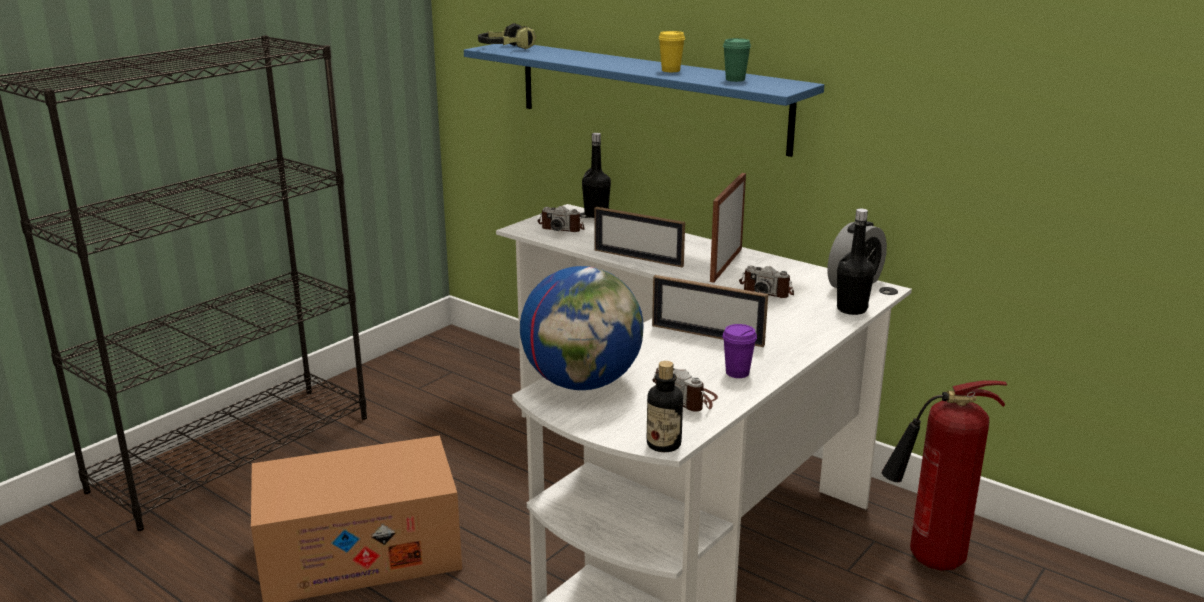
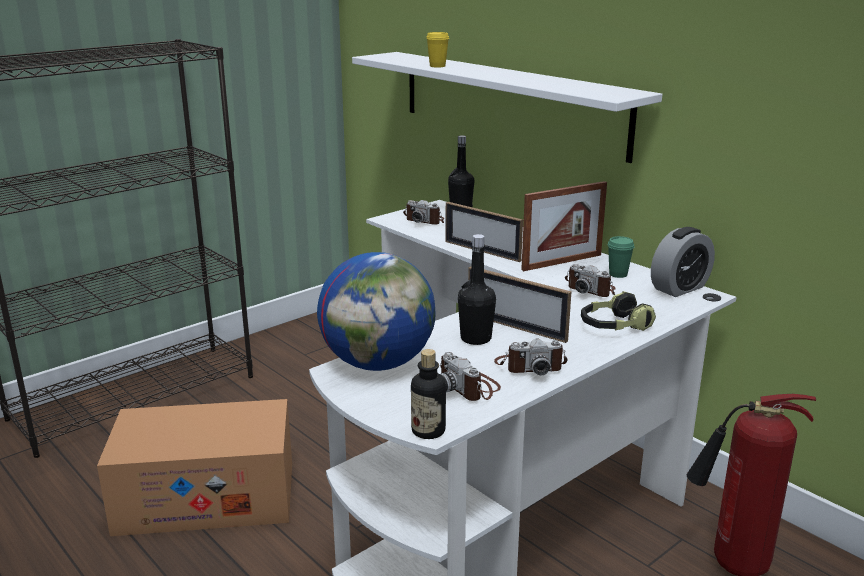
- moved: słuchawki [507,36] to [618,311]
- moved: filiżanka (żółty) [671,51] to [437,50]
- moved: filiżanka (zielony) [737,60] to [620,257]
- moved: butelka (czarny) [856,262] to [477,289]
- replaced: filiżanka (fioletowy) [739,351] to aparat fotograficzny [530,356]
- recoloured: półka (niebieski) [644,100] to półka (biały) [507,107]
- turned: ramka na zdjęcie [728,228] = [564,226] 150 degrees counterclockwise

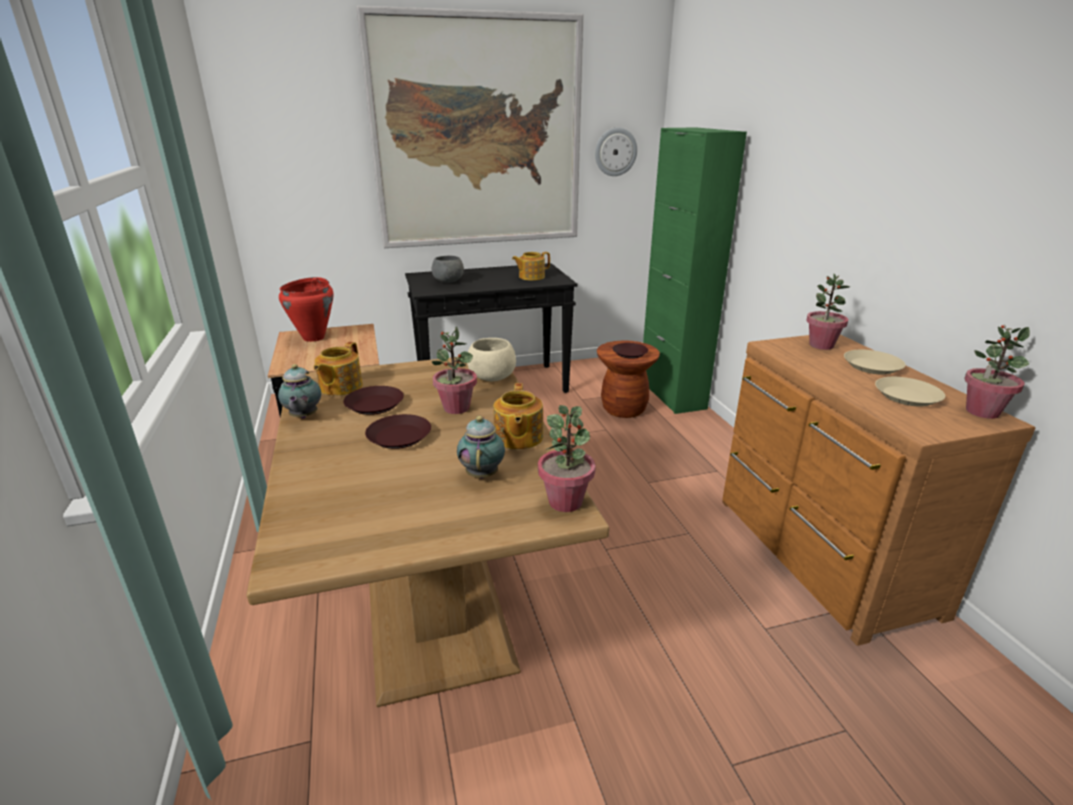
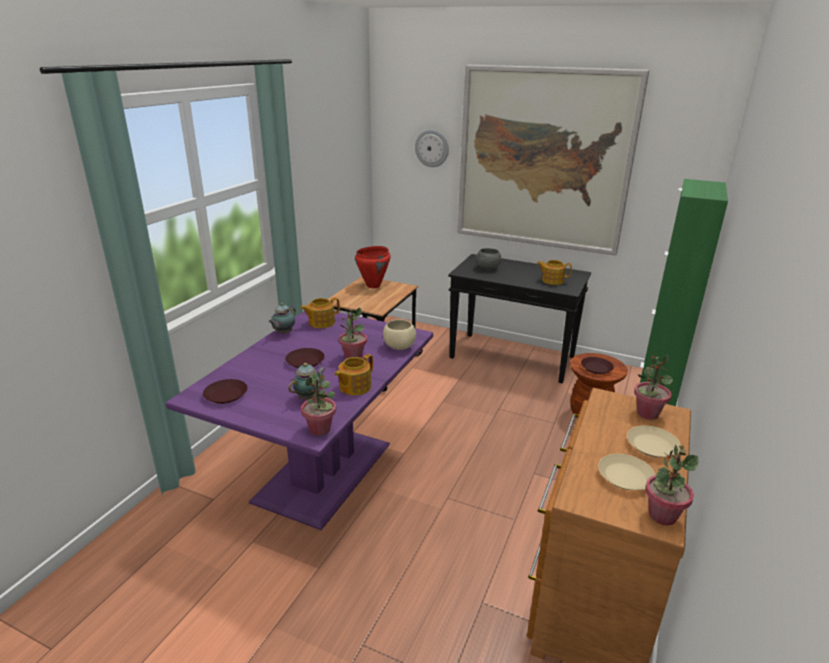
- moved: talerz (brązowy) [373,400] to [225,391]
- moved: zegar ścienny [616,152] to [432,148]
- recoloured: stół jadalny (brązowy) [427,532] to stół jadalny (fioletowy) [299,420]

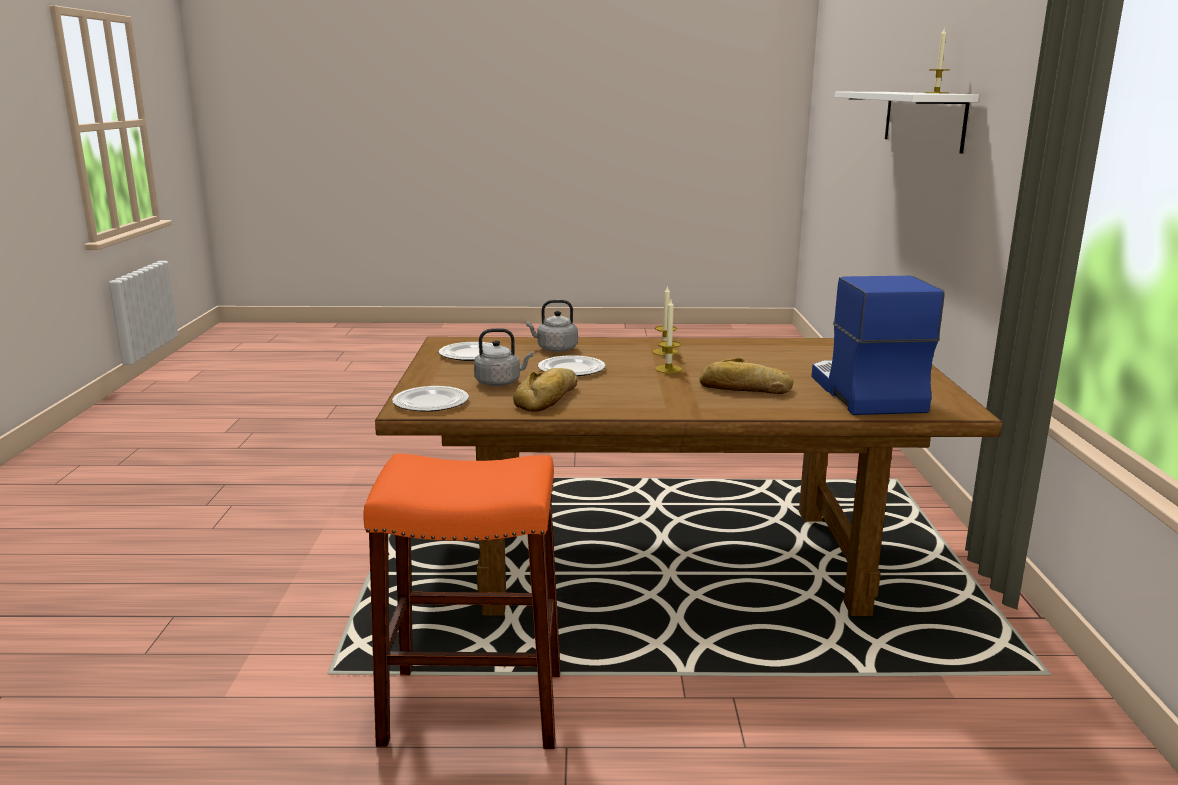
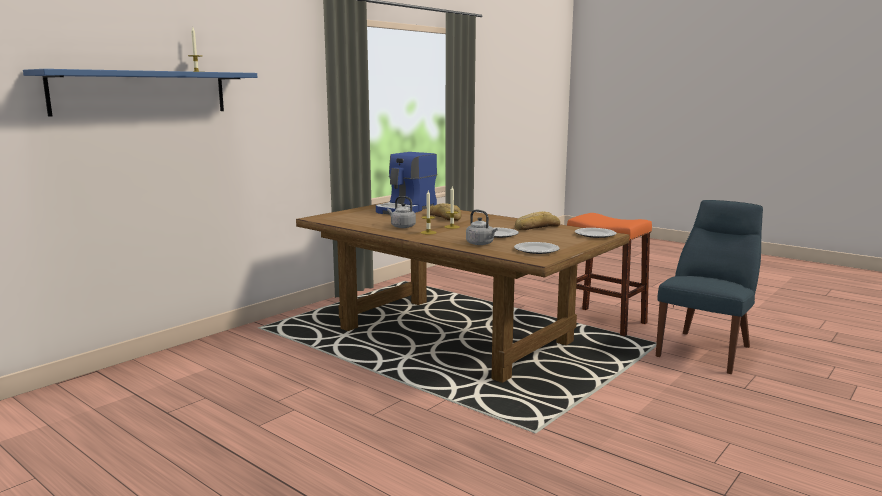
- added: krzesło (niebieski) [709,287]
- moved: czajnik (szary) [503,357] to [401,212]
- recoloured: półka (biały) [907,123] to półka (niebieski) [140,93]

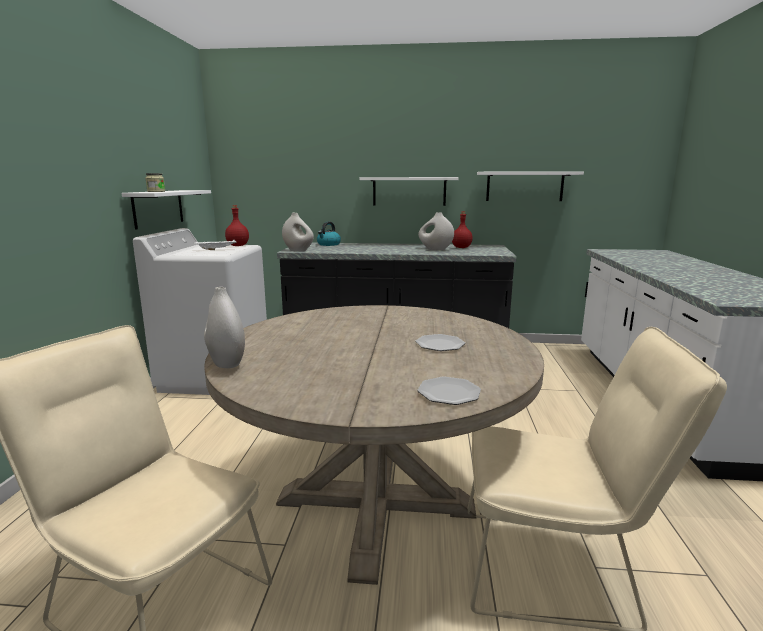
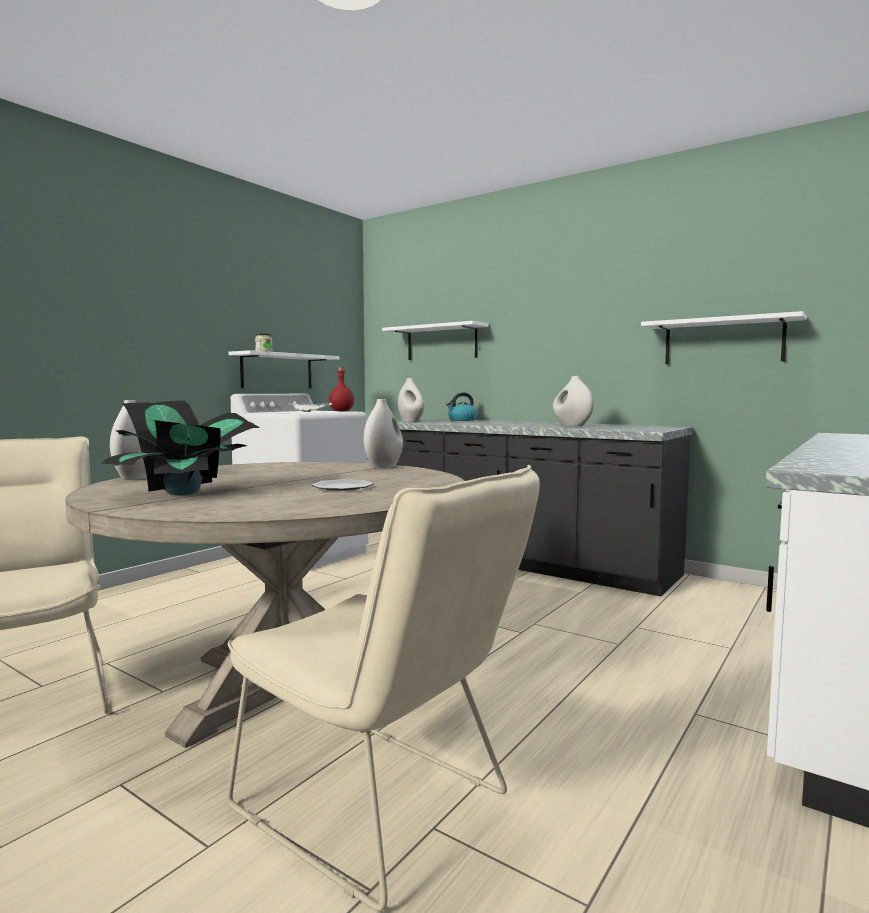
- removed: talerz [449,391]
- removed: butelka (czerwony) [462,229]
- added: roślina doniczkowa [180,447]
- added: wazon (biały) [383,434]
- moved: półka (biały) [409,191] to [435,340]

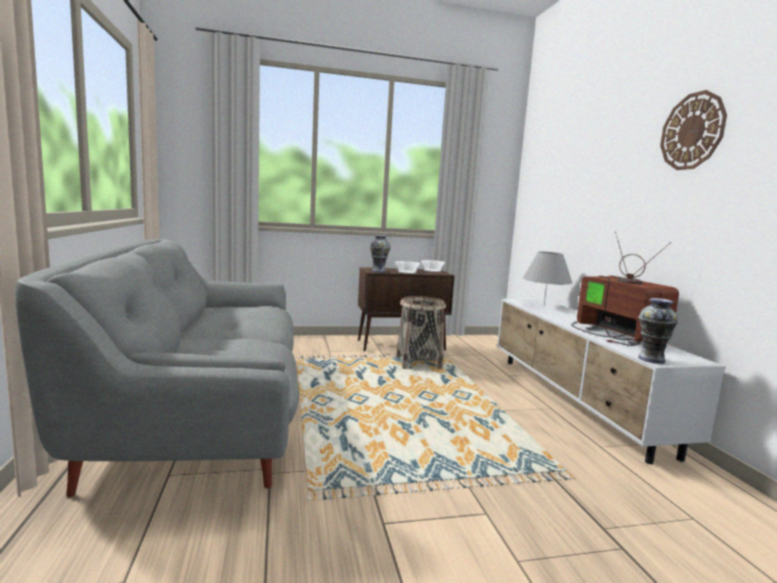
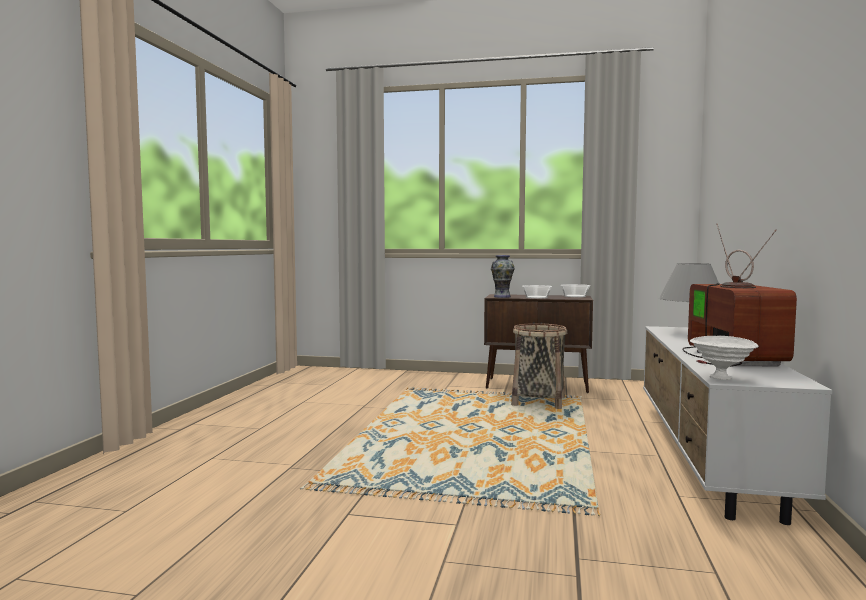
- removed: kanapa (szary) [157,368]
- removed: zegar ścienny [693,130]
- replaced: wazon [658,331] to miska (biały) [724,358]

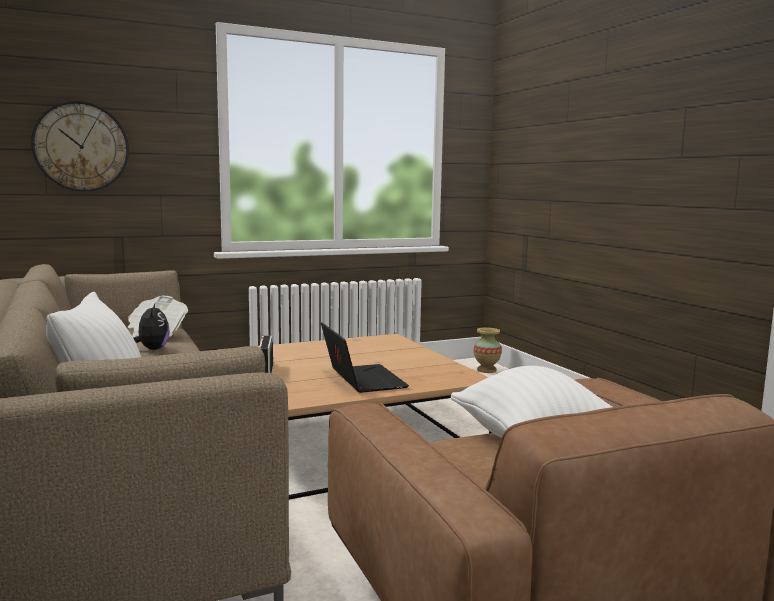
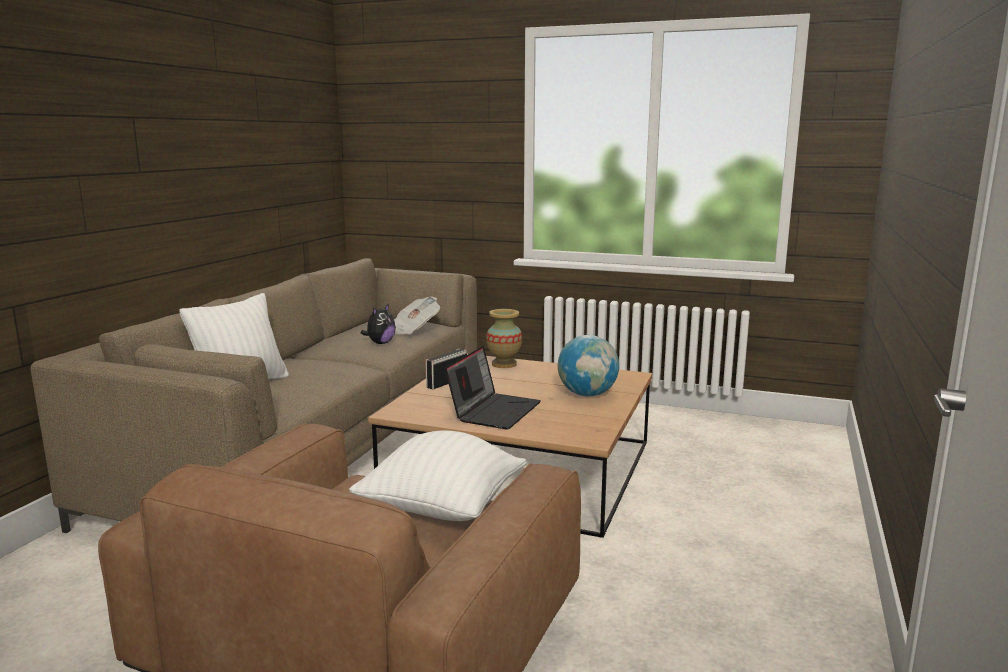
- removed: zegar ścienny [80,146]
- added: globus [588,366]
- moved: wazon [488,350] to [504,338]

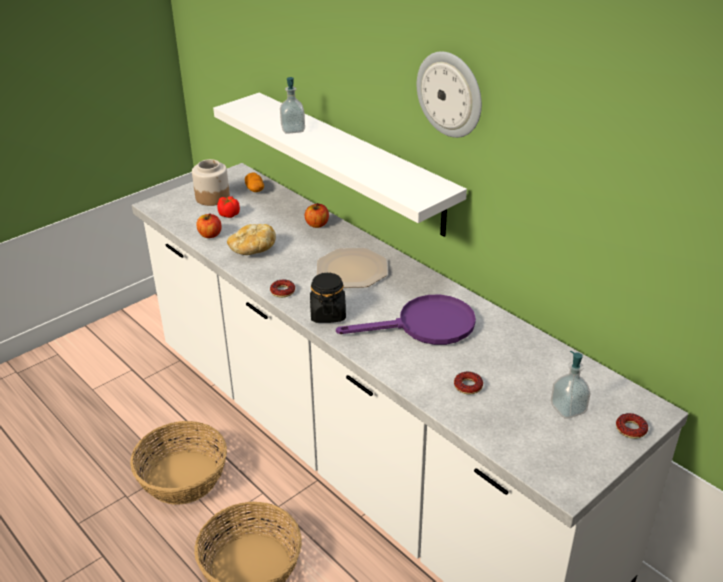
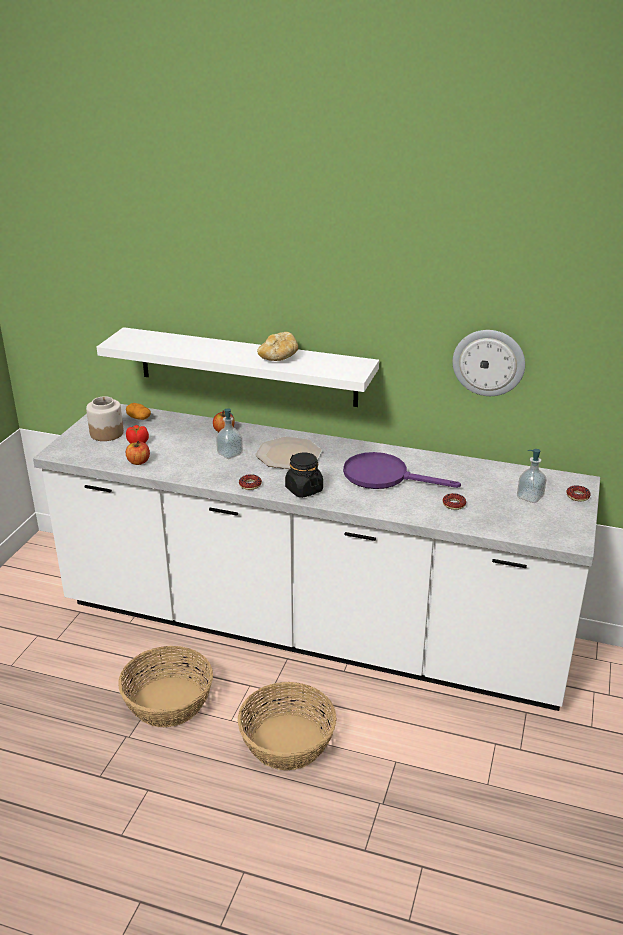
- moved: chleb [251,239] to [277,346]
- moved: dozownik mydła [292,105] to [229,433]
- moved: zegar ścienny [449,94] to [488,363]
- turned: patelnia (fioletowy) [406,320] = [402,470] 120 degrees counterclockwise

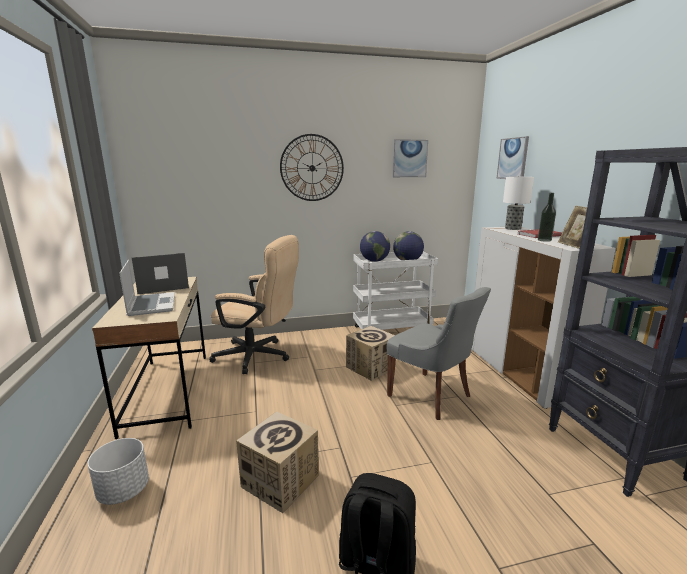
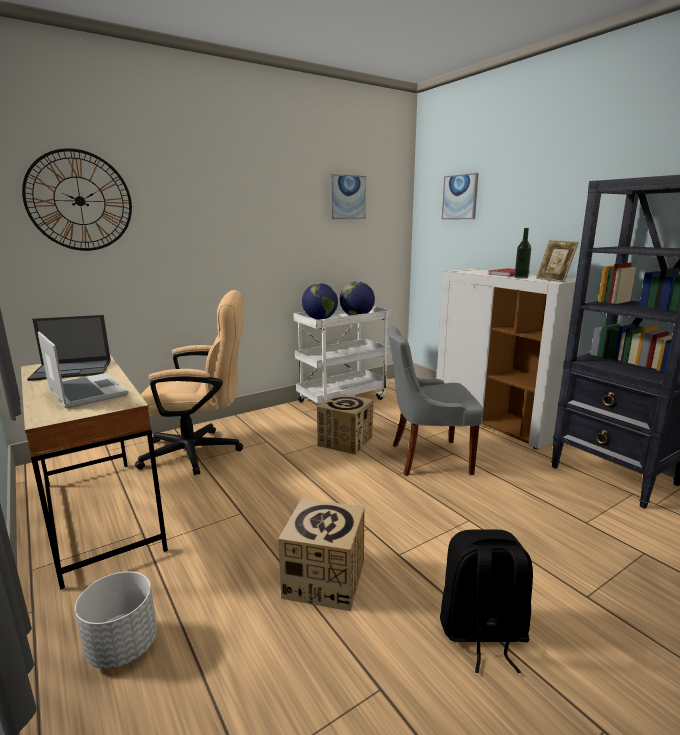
- removed: lampa stołowa [518,203]
- moved: zegar ścienny [312,167] to [77,199]
- turned: laptop [160,273] = [69,348] 150 degrees counterclockwise
- turned: krzesło (szary) [438,353] = [435,401] 150 degrees clockwise

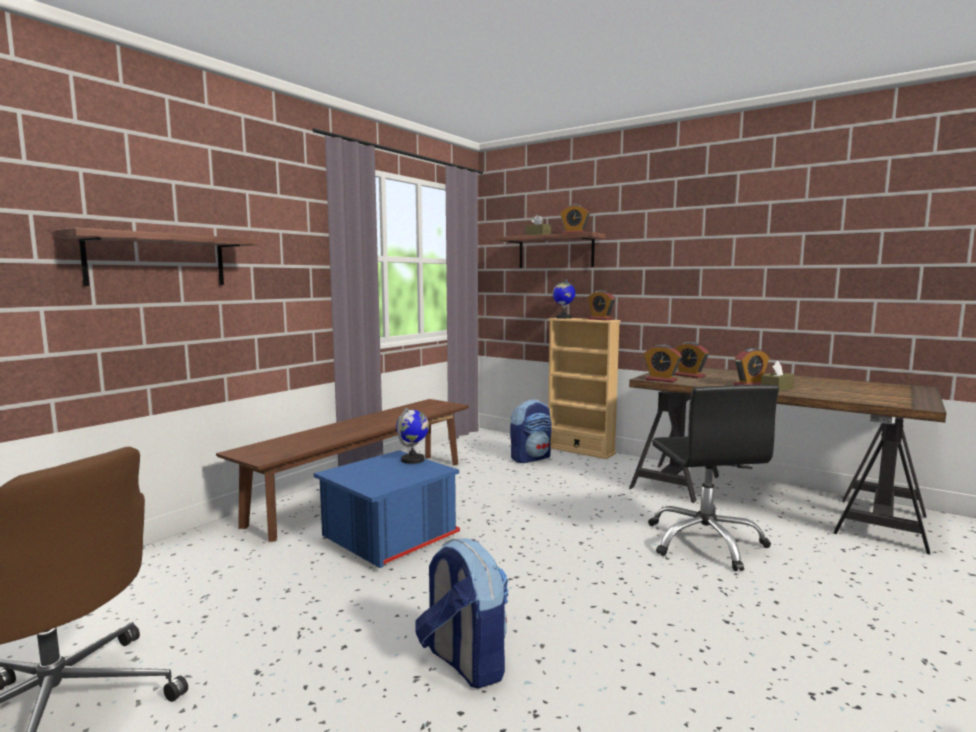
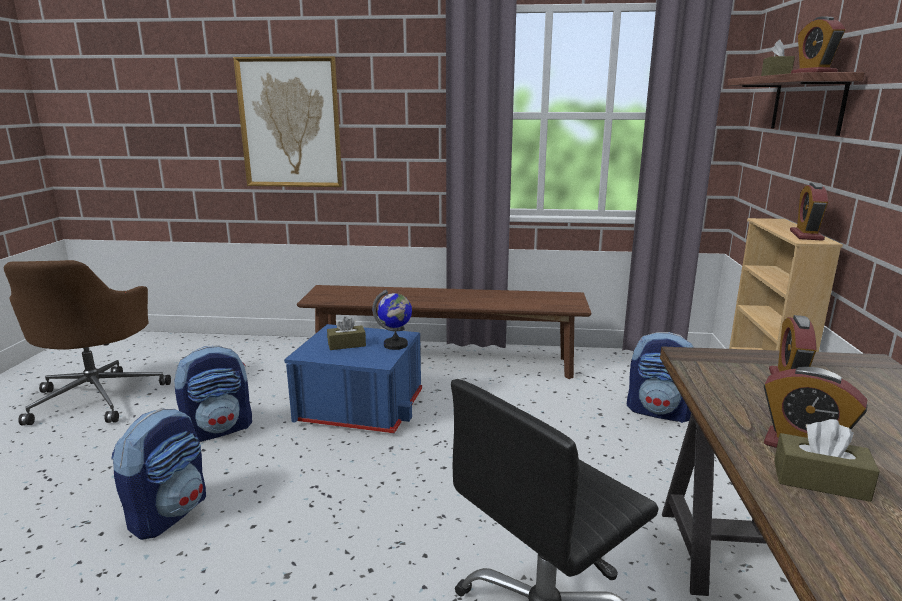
- removed: globus [564,299]
- removed: budzik [662,364]
- added: plecak [213,393]
- added: pudełko chusteczek (brązowy) [346,333]
- replaced: półka [157,257] to obraz [287,121]

